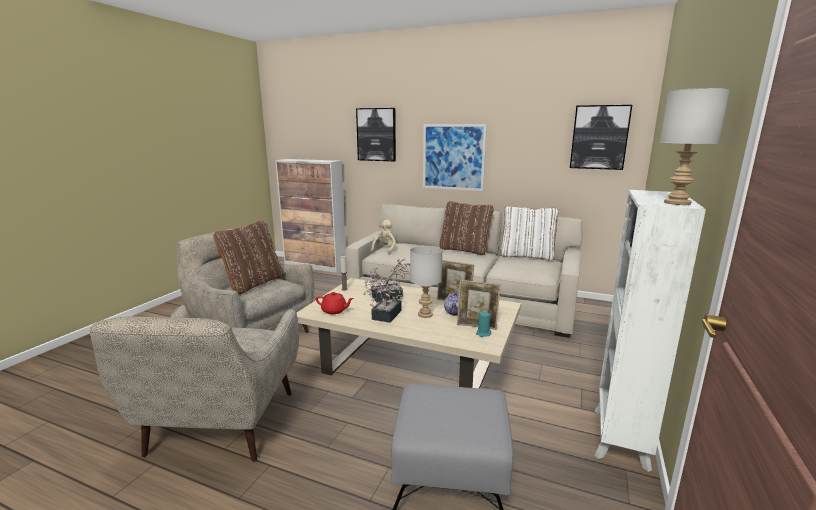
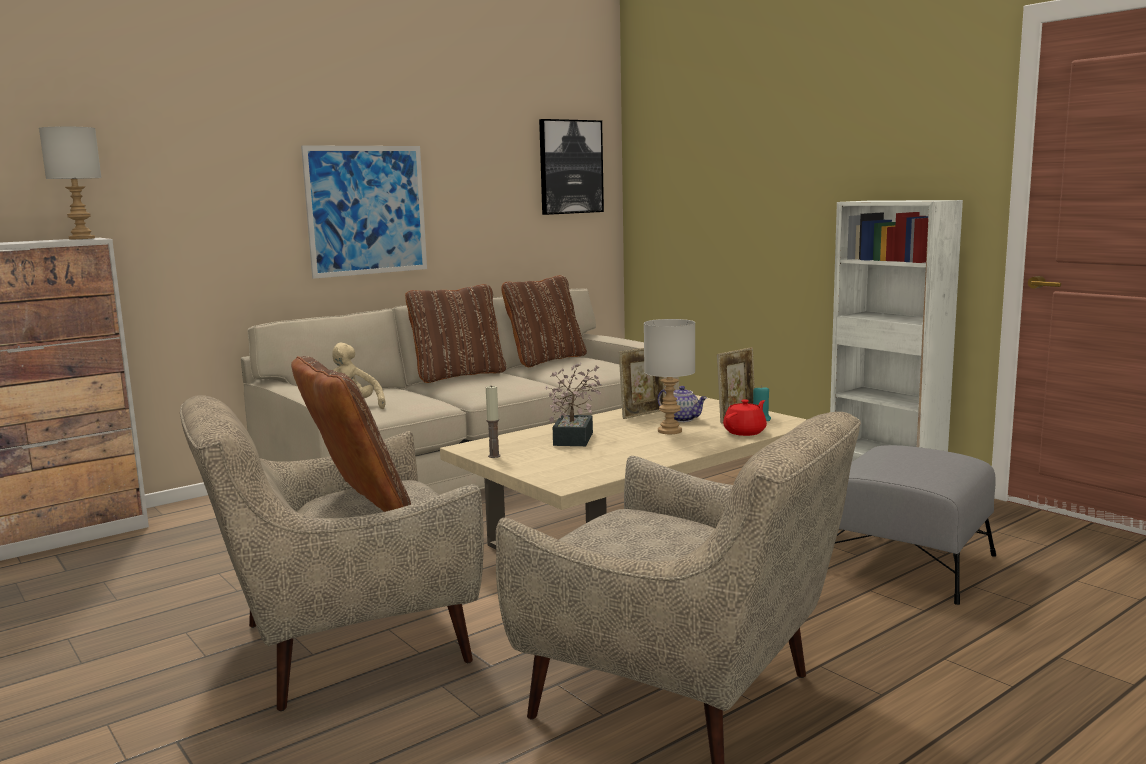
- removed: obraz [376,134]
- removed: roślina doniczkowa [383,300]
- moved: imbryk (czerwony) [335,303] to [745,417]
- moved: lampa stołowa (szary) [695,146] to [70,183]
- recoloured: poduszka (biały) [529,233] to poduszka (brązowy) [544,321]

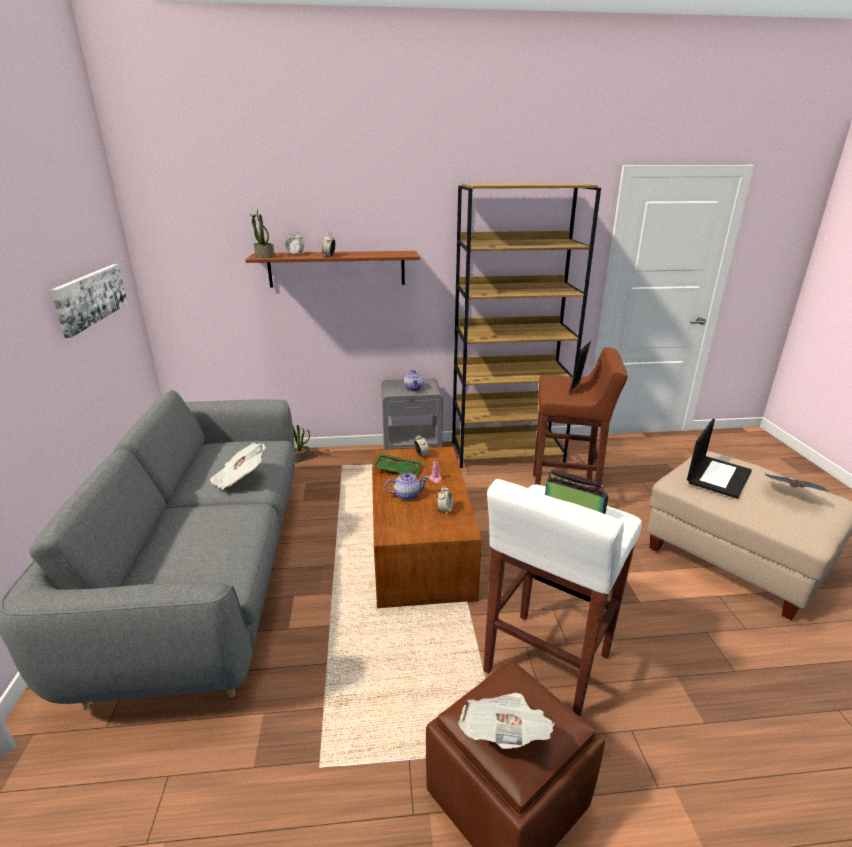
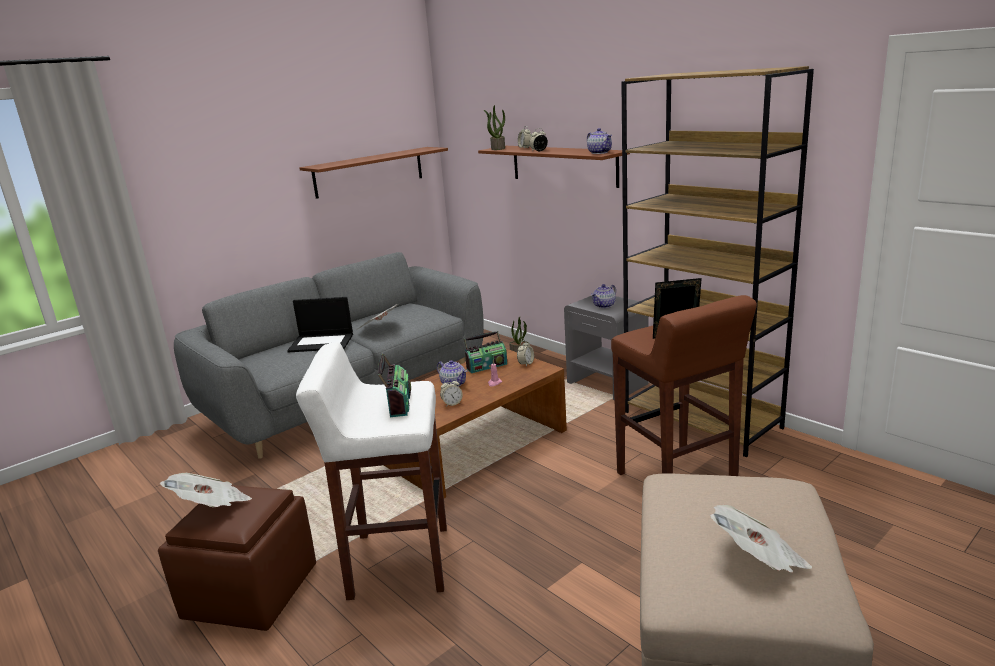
- added: imbryk [599,141]
- moved: laptop [719,459] to [320,324]
- replaced: obraz [89,301] to półka (brązowy) [373,173]
- replaced: taca (zielony) [397,465] to radio [485,352]

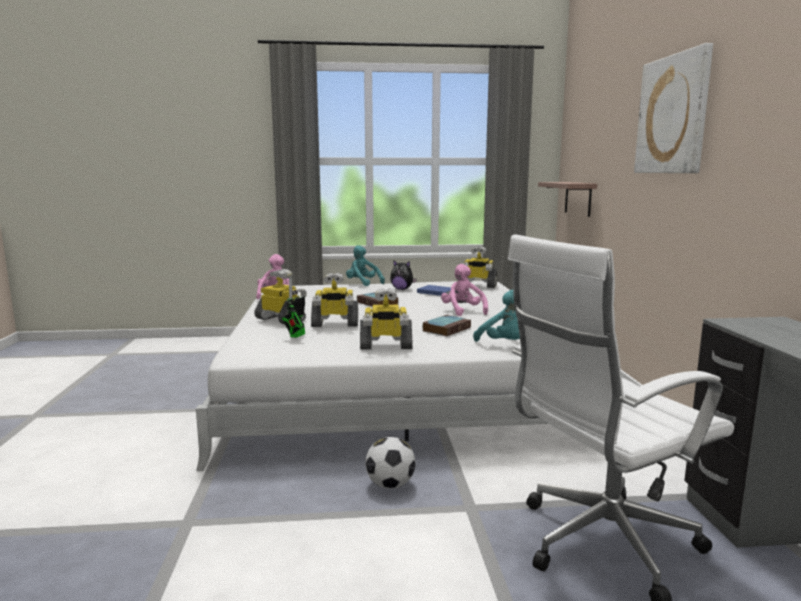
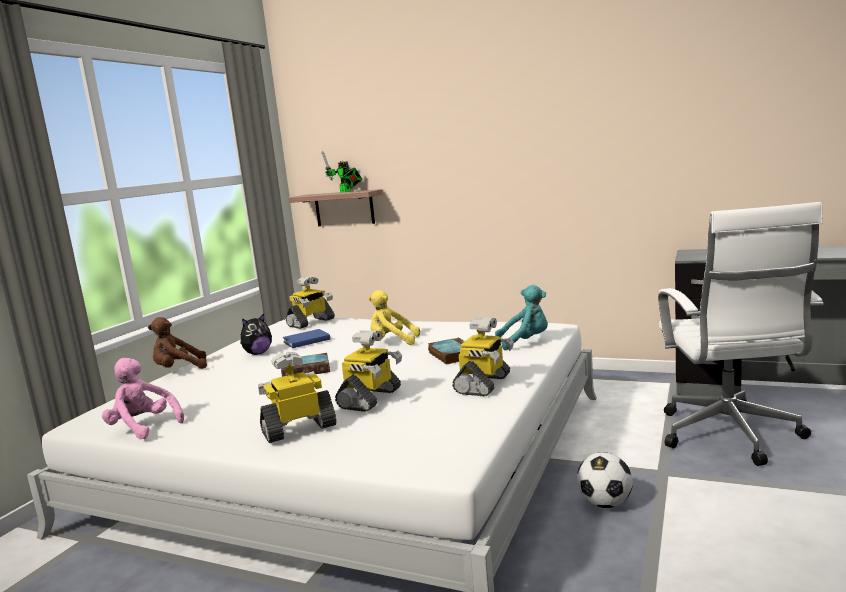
- removed: obraz [673,108]
- moved: robot zabawkowy [293,307] to [342,171]
- recoloured: pluszak (turkusowy) [365,265] to pluszak (brązowy) [177,343]
- recoloured: pluszak (różowy) [464,290] to pluszak (żółty) [394,317]

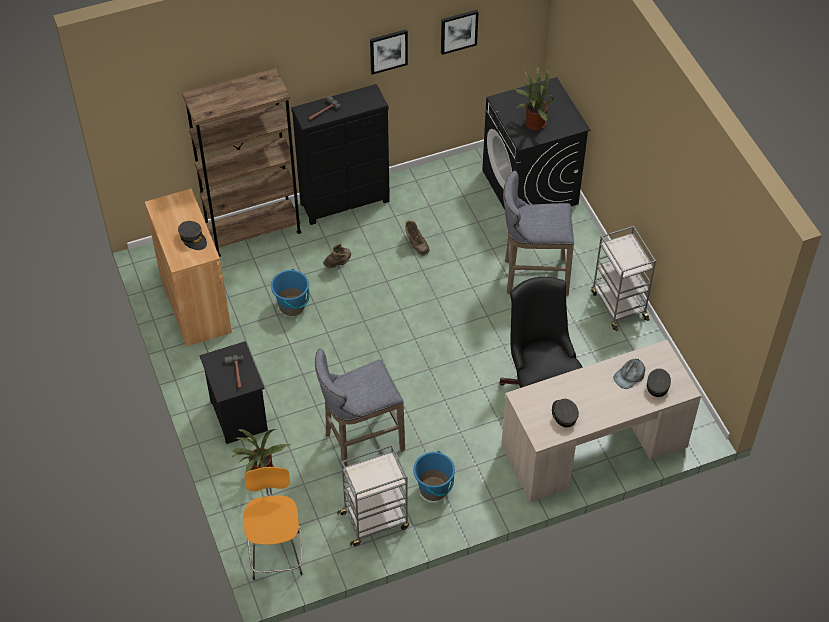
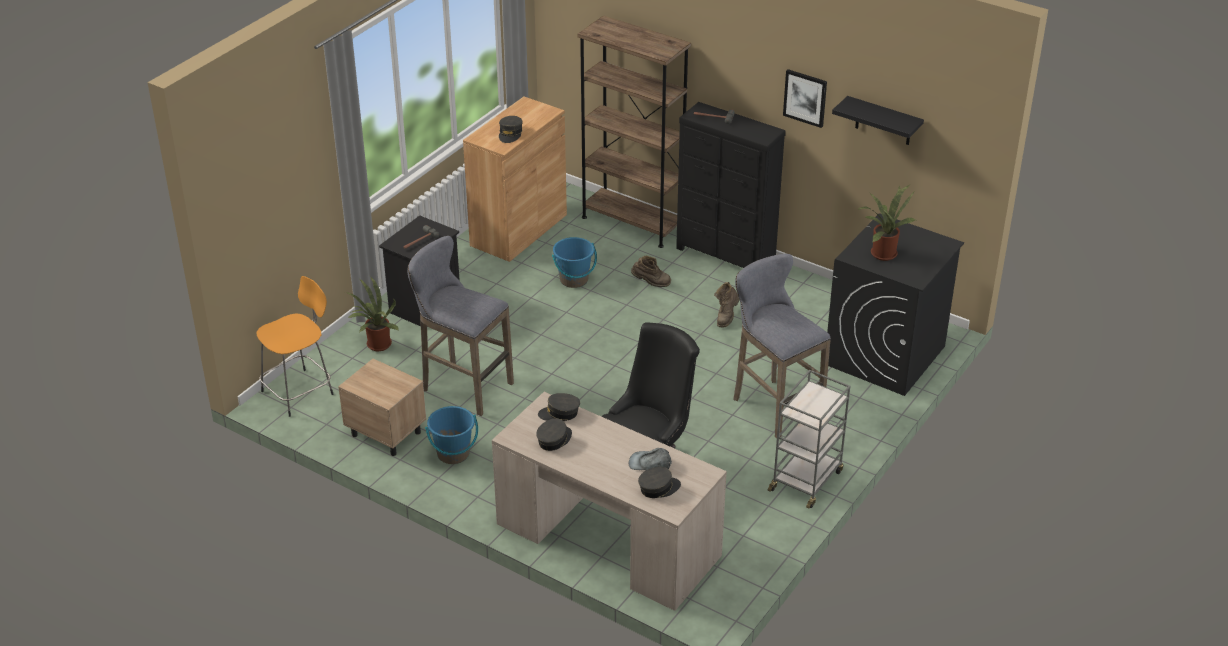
- added: czapka z daszkiem (szary) [559,407]
- replaced: wózek (szary) [373,495] to szafka nocna (beżowy) [382,407]
- replaced: obraz [460,32] to półka (czarny) [878,120]

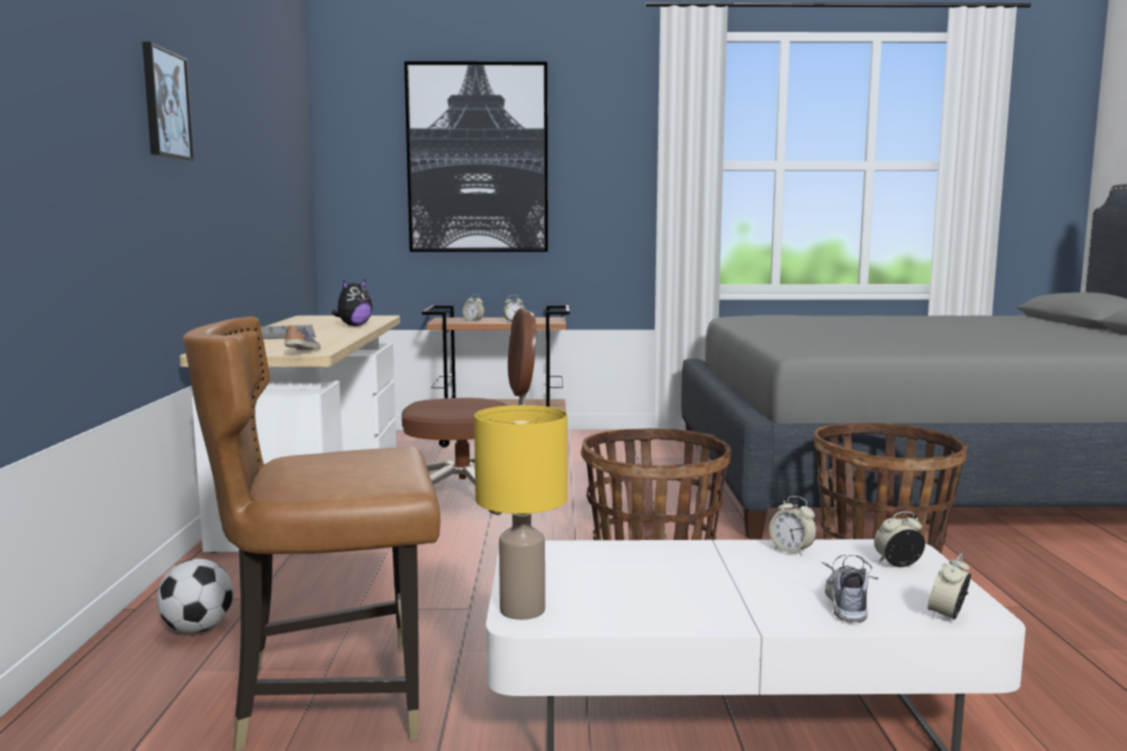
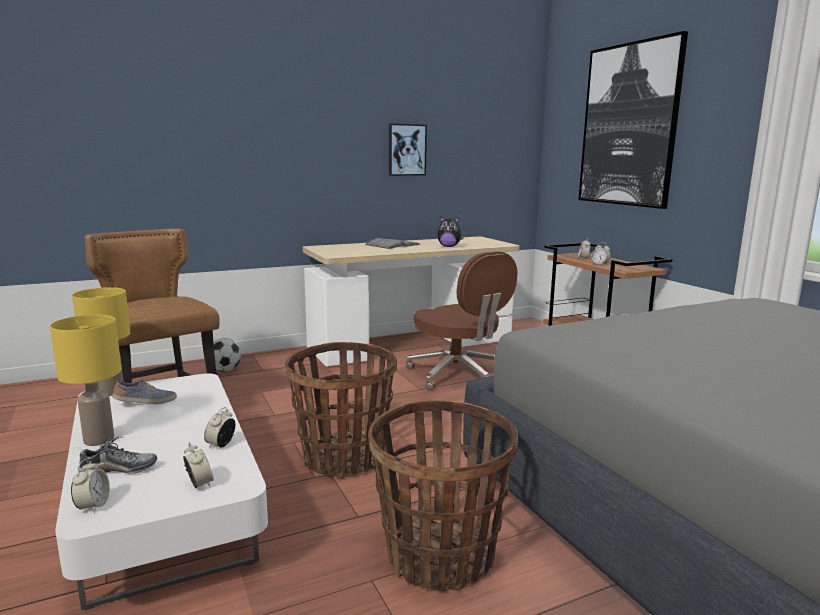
- added: lampa stołowa (żółty) [86,380]
- moved: obraz [168,101] to [408,150]
- moved: but [303,337] to [144,392]
- turned: budzik [949,587] = [90,486] 75 degrees clockwise

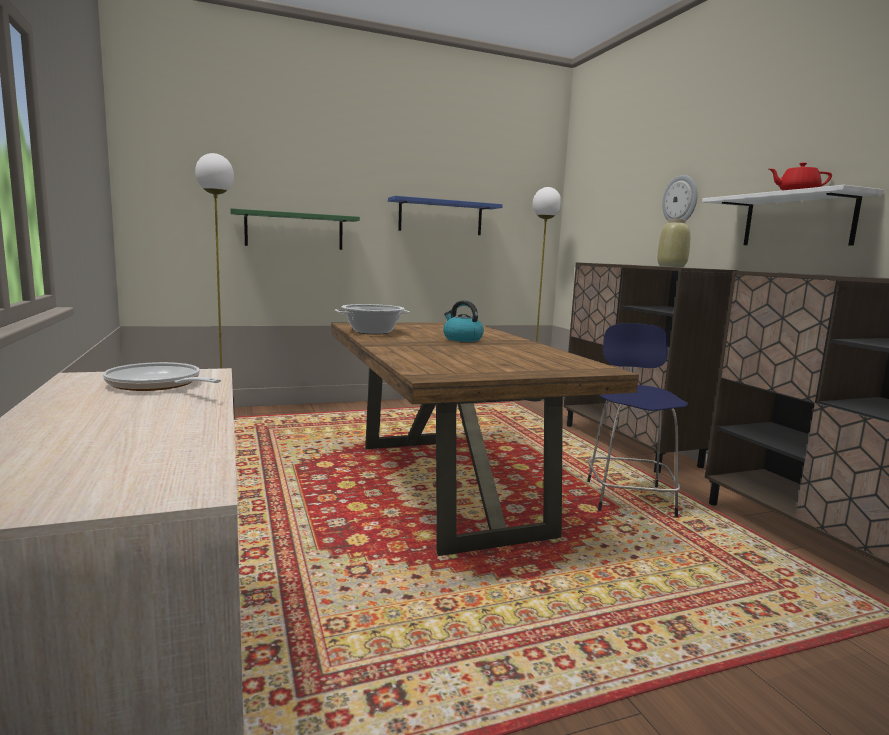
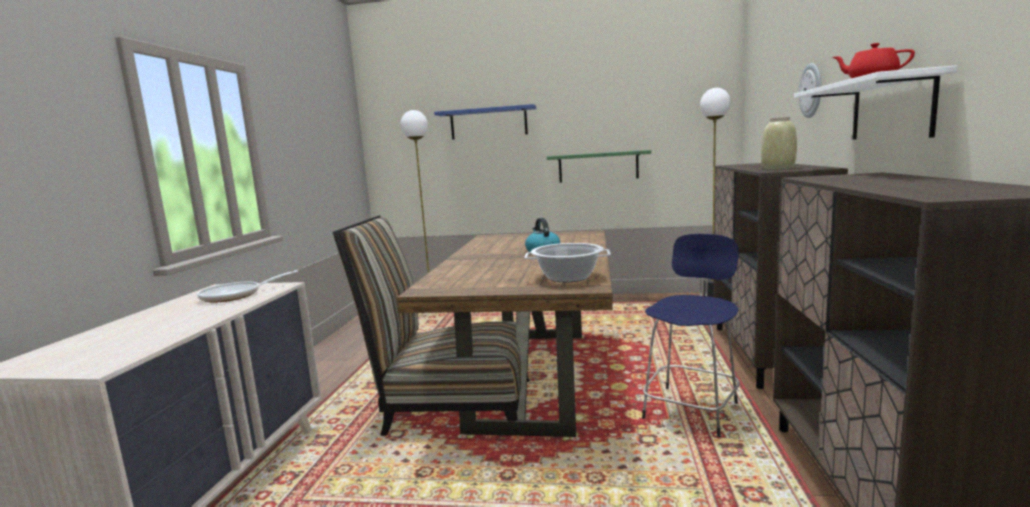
- added: krzesło [431,325]
- moved: półka (zielony) [295,229] to [599,166]
- moved: garnek [373,319] to [567,262]
- moved: półka (niebieski) [445,215] to [485,122]
- turned: patelnia [162,376] = [247,286] 105 degrees counterclockwise

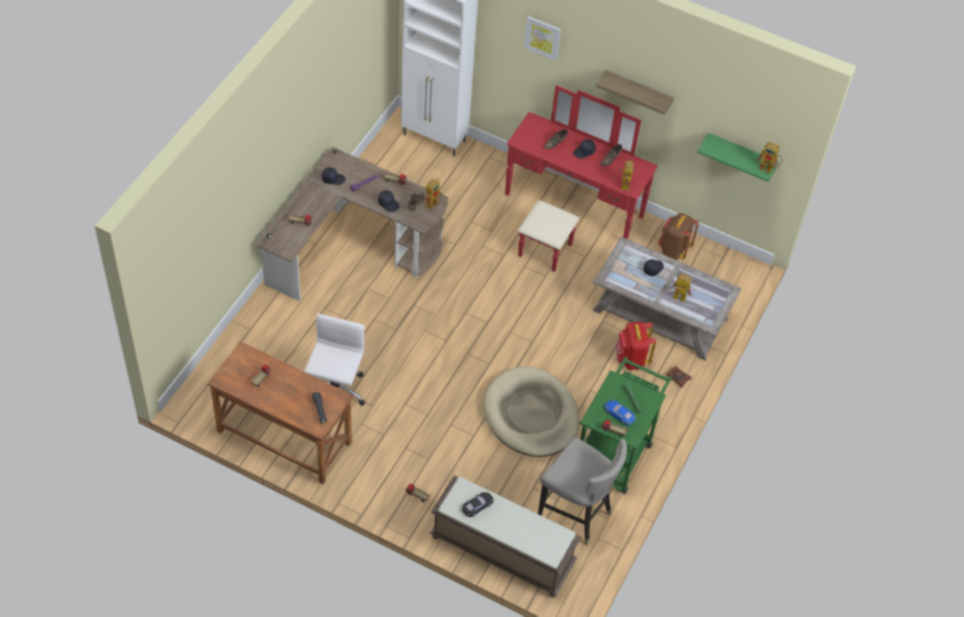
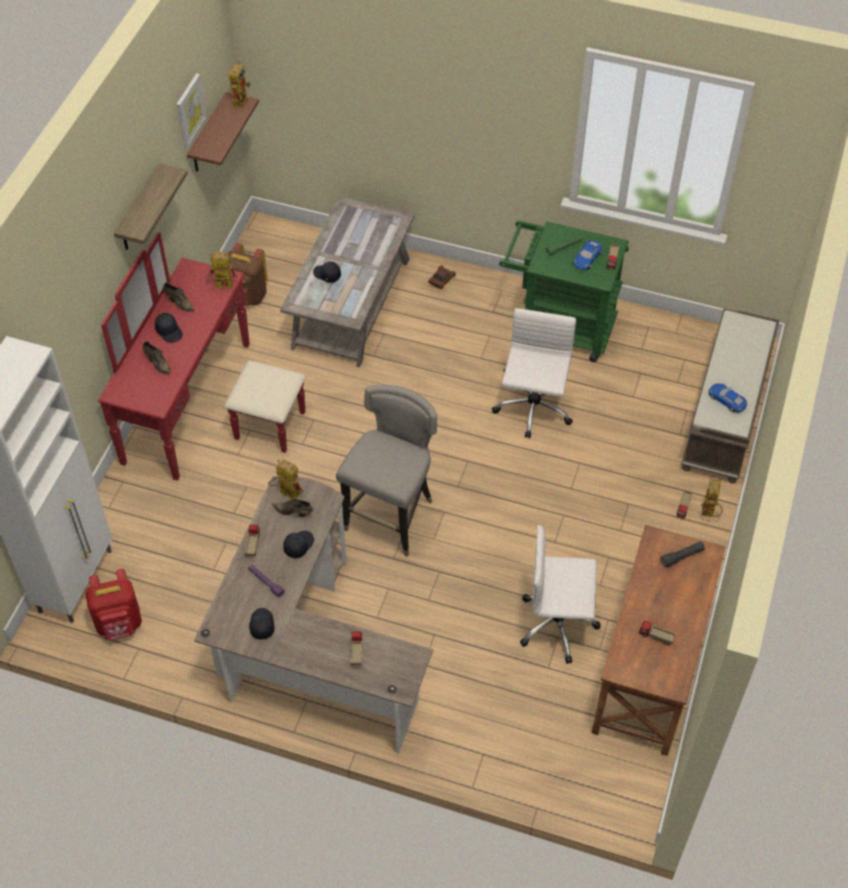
- moved: obraz [542,38] to [192,110]
- moved: stołek (szary) [582,491] to [386,471]
- moved: plecak (czerwony) [635,346] to [114,604]
- moved: robot zabawkowy [679,287] to [712,498]
- replaced: legowisko (beżowy) [531,411] to krzesło biurowe (biały) [534,373]
- recoloured: samochodzik (czarny) [478,504] to samochodzik (niebieski) [728,398]
- recoloured: półka (zielony) [738,157] to półka (brązowy) [223,132]

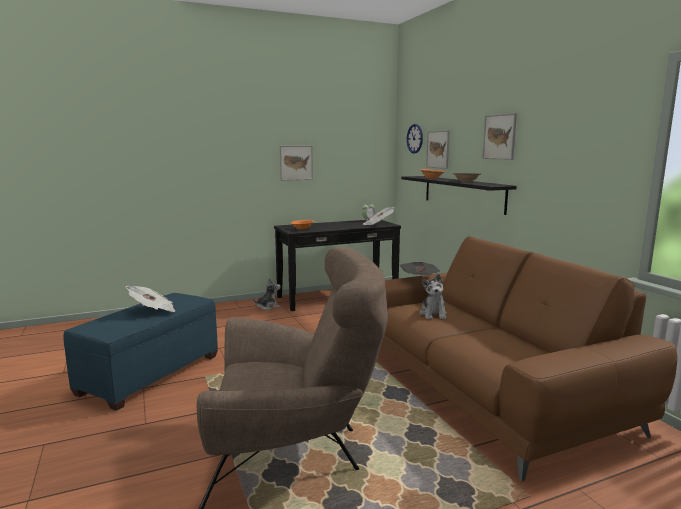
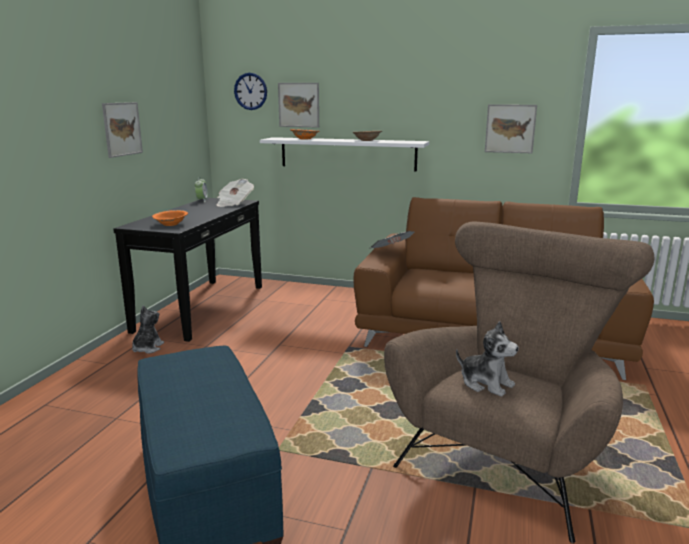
- removed: gazeta [150,299]
- moved: pluszak [433,296] to [487,359]
- moved: obraz [499,136] to [511,128]
- recoloured: półka (czarny) [459,195] to półka (biały) [344,154]

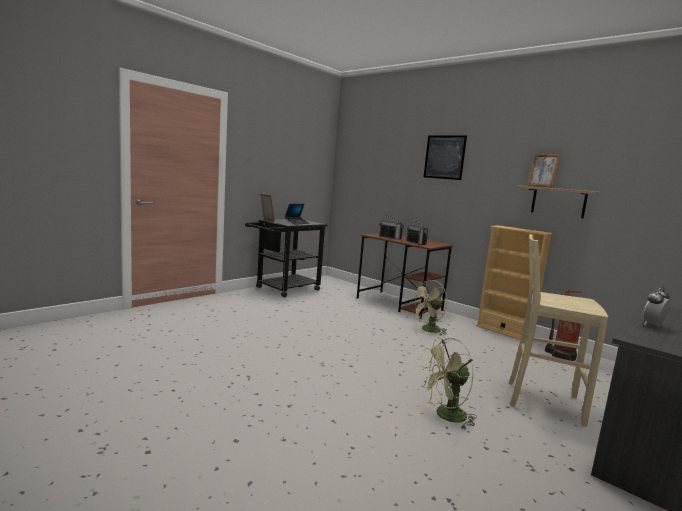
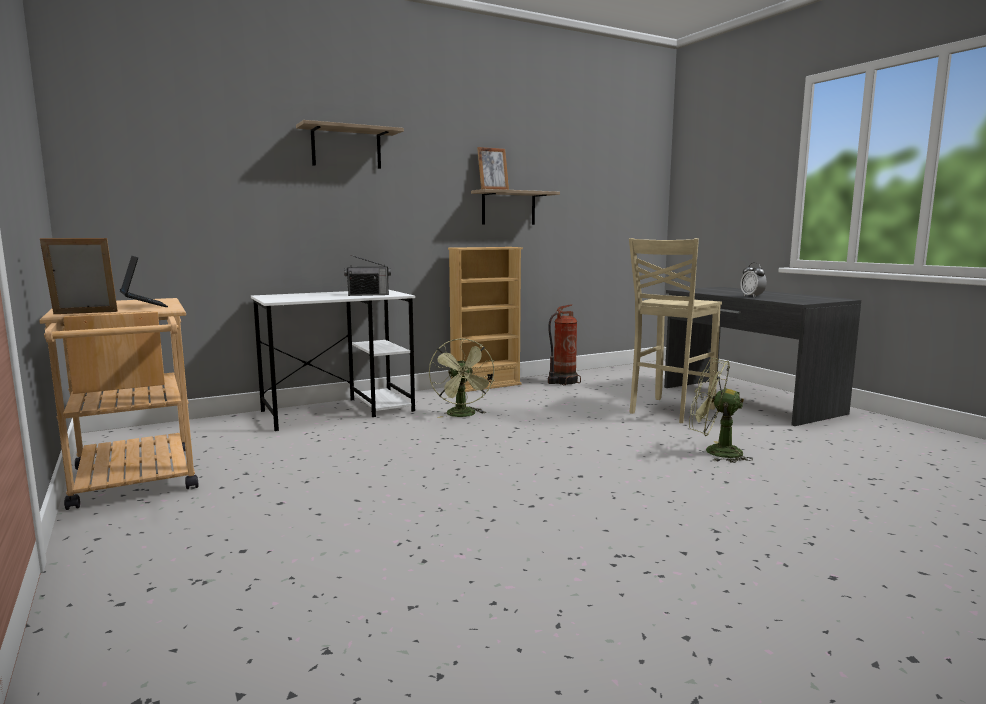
- removed: radio [391,227]
- replaced: obraz [445,157] to półka [350,144]
- recoloured: wózek (czarny) [286,258] to wózek (beżowy) [118,404]
- recoloured: biurko (brązowy) [405,276] to biurko (biały) [333,360]
- turned: wentylator (zielony) [448,384] = [721,410] 120 degrees clockwise

